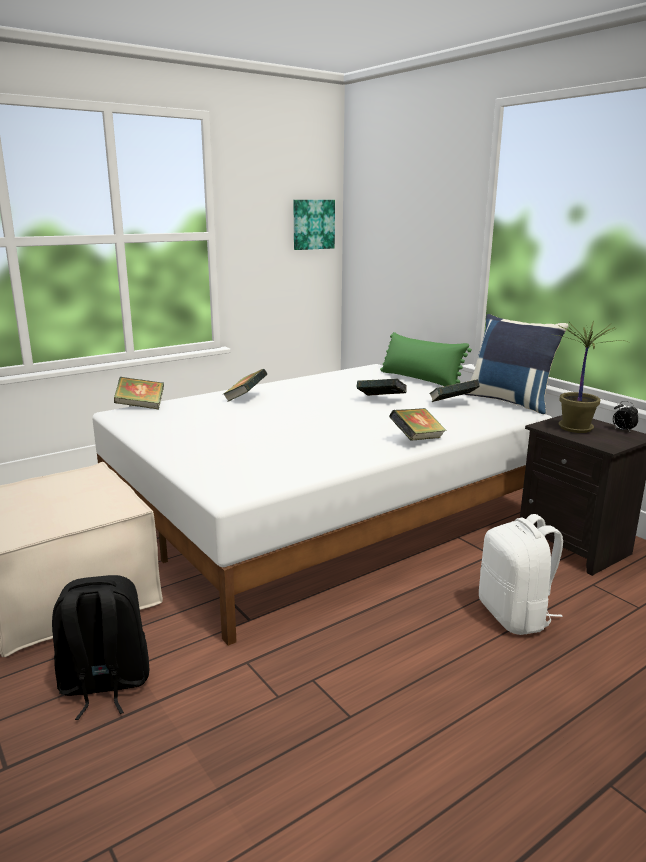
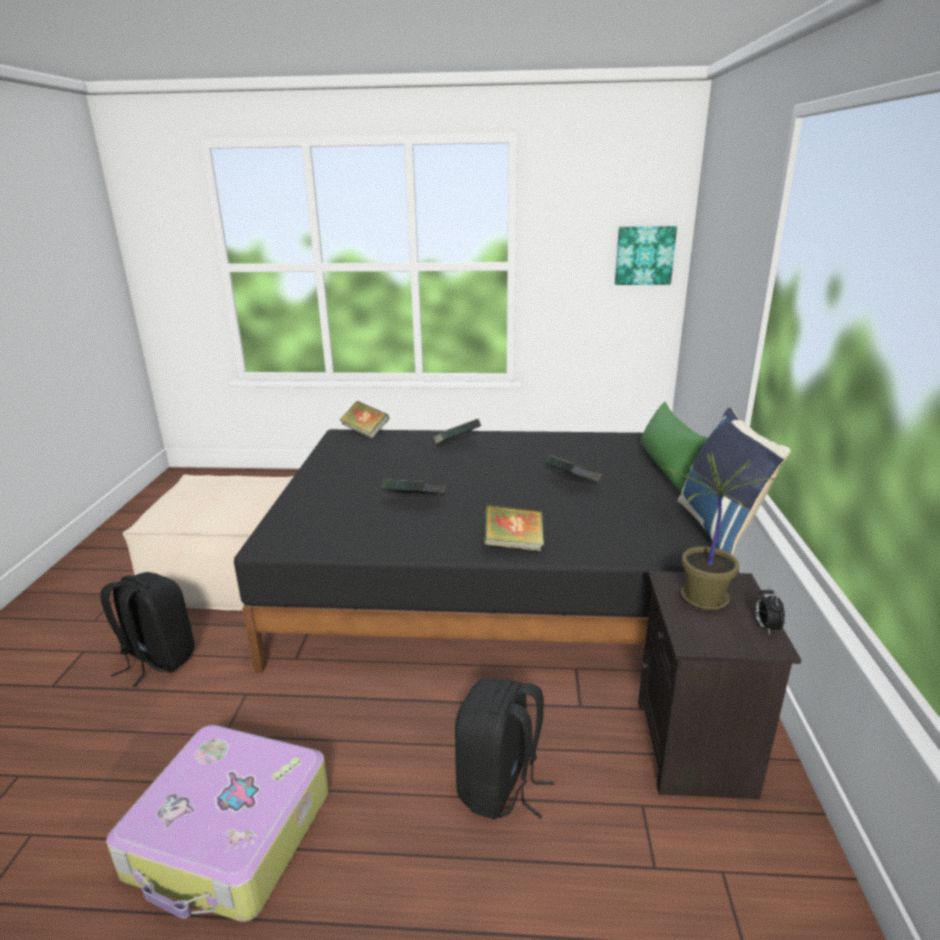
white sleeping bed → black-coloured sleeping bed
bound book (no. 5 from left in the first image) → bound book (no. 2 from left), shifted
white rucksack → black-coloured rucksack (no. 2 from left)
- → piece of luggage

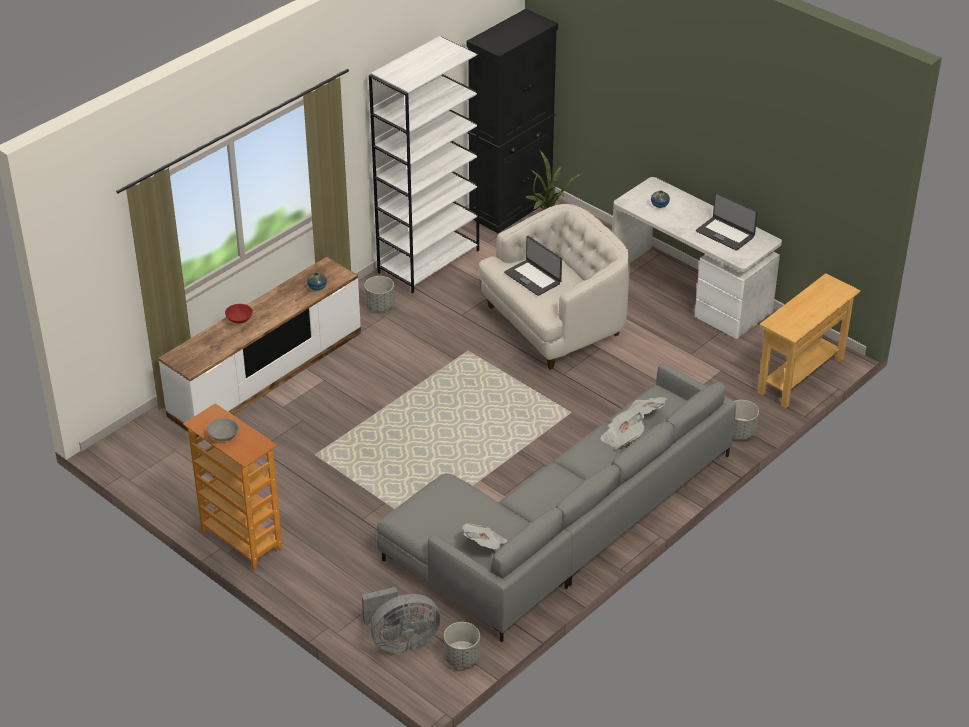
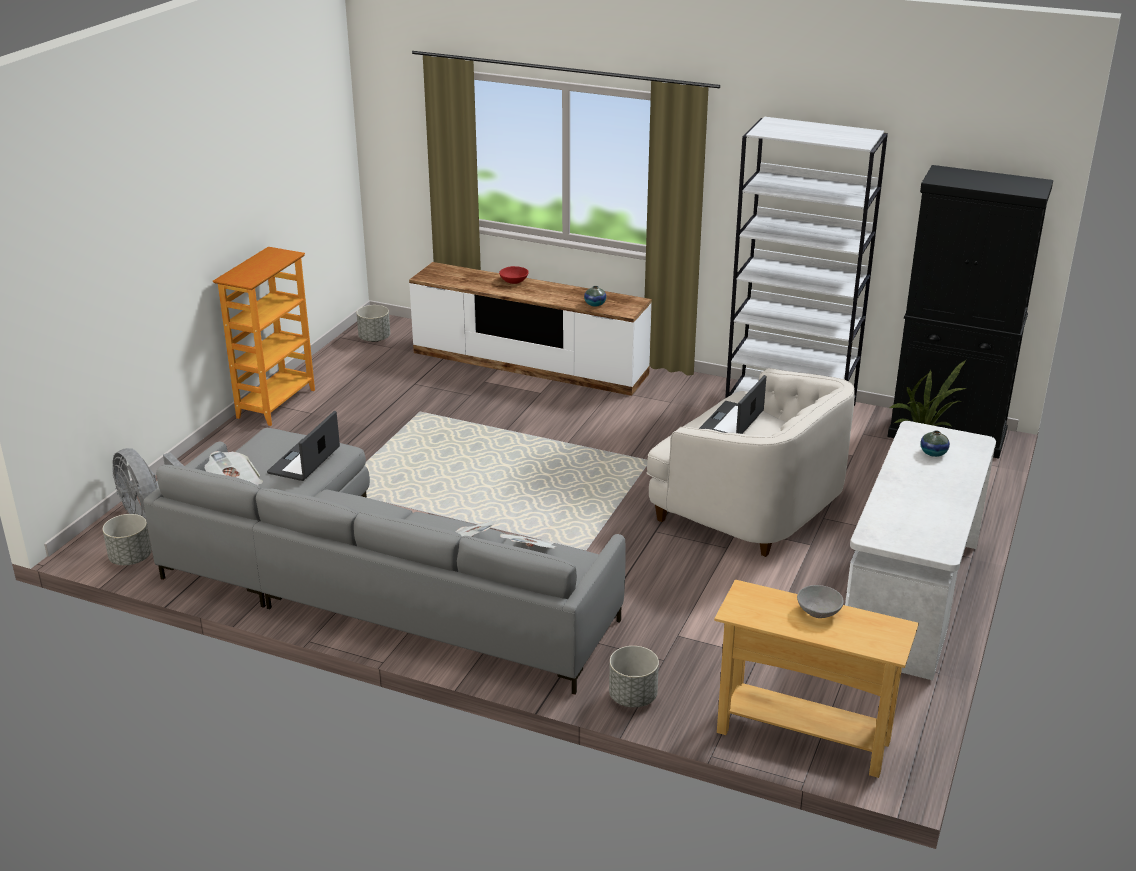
grey bowl, shifted
grey plant pot (no. 1 from left in the first image) → grey plant pot (no. 2 from left), shifted
portable computer (no. 2 from left in the first image) → portable computer (no. 1 from left), shifted

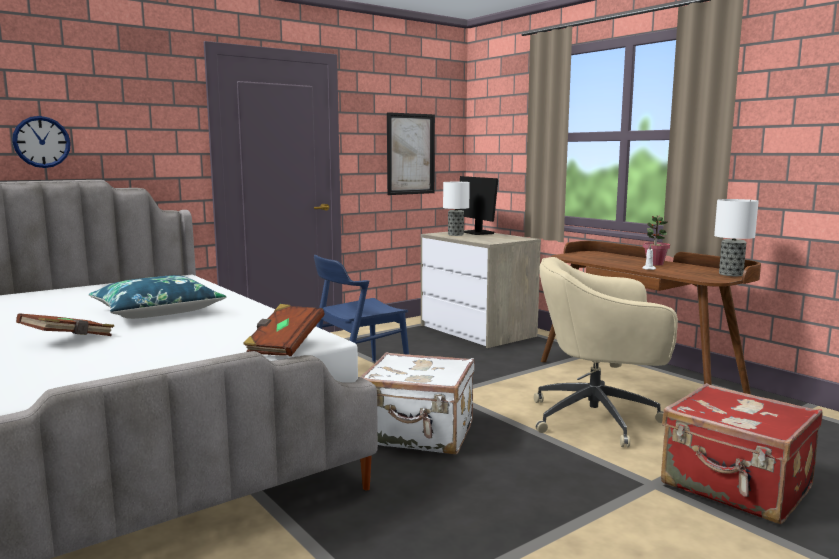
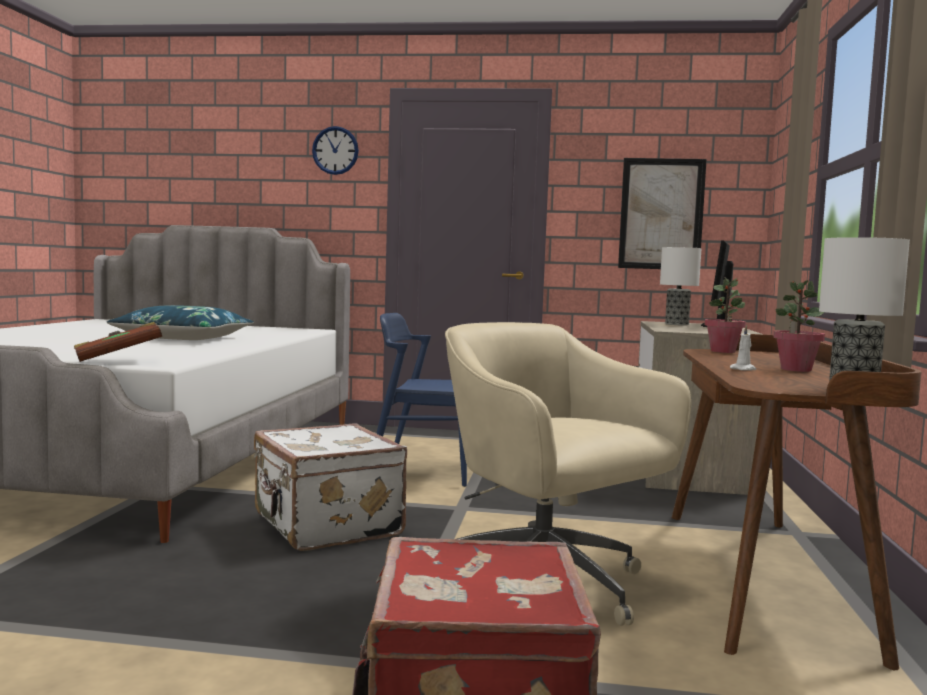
hanging clock, shifted
brown bound book (no. 1 from left) → -
- → plant in a pot (no. 1 from left)

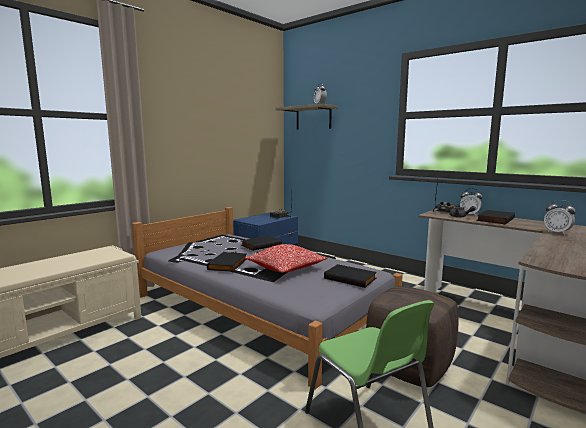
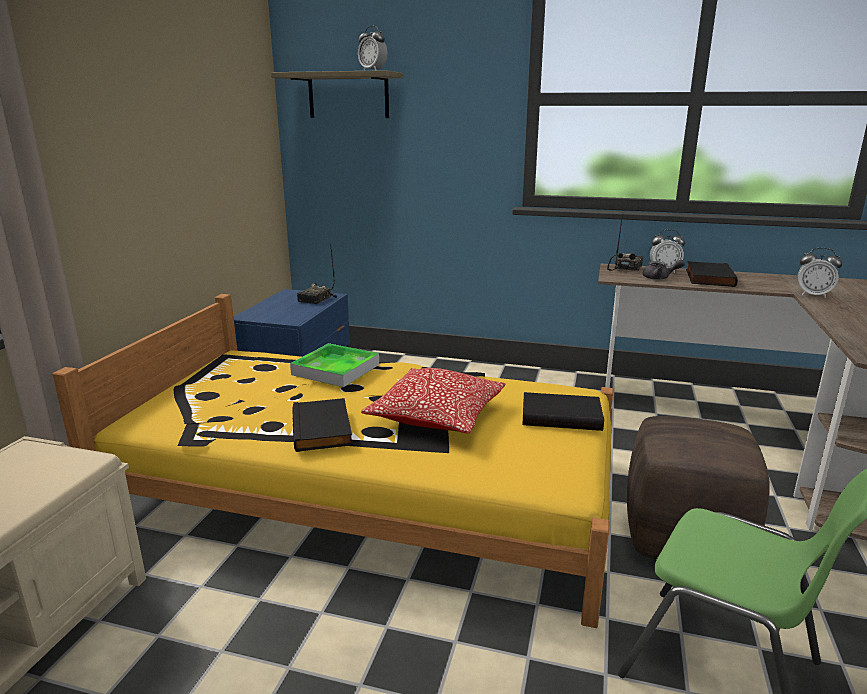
grey sleeping bed → yellowish sleeping bed
black-coloured bound book (no. 2 from left) → carrying tray

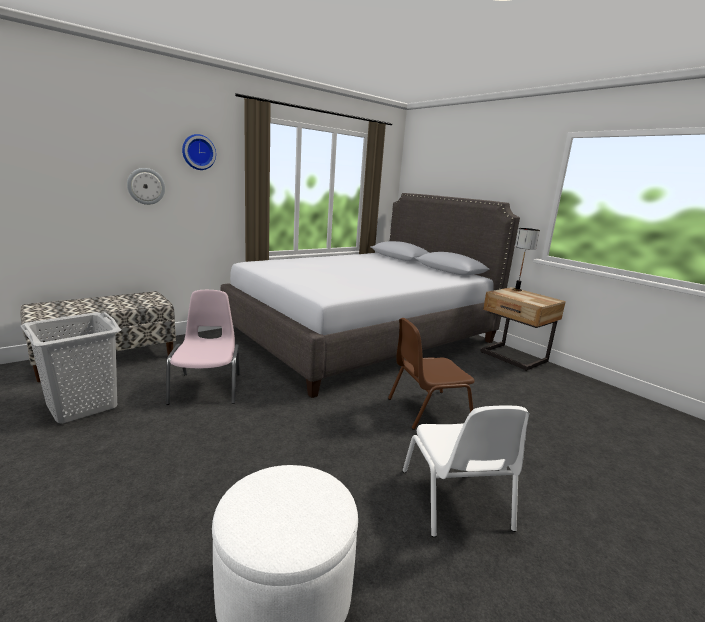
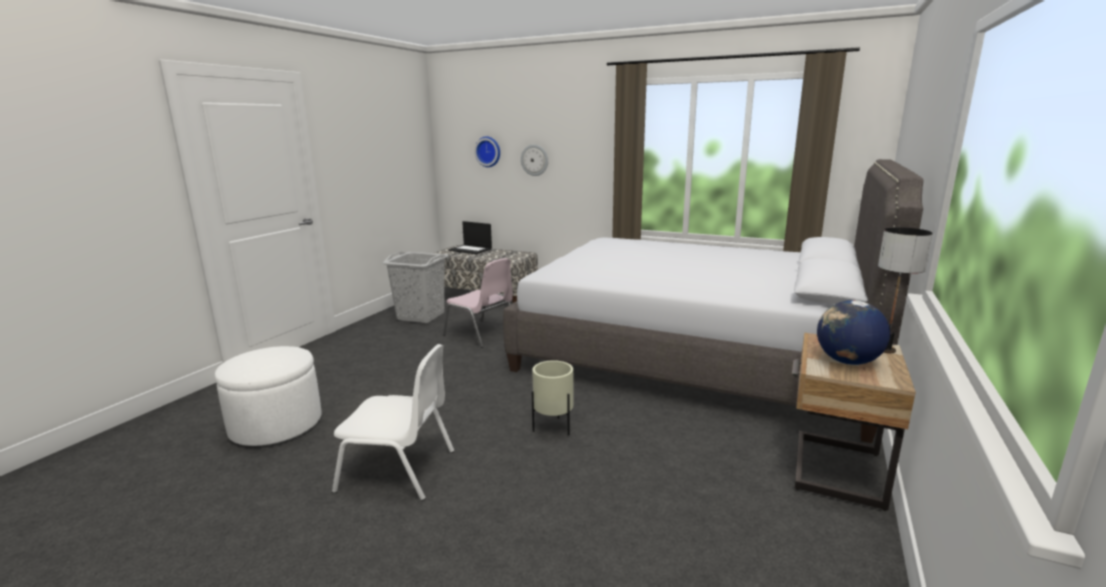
pink-coloured upright chair, 75 degrees clockwise
hanging clock (no. 2 from left in the first image) → hanging clock (no. 1 from left), shifted
brown upright chair → sand-coloured plant pot
white upright chair, 135 degrees counterclockwise
- → portable computer
- → desk globe

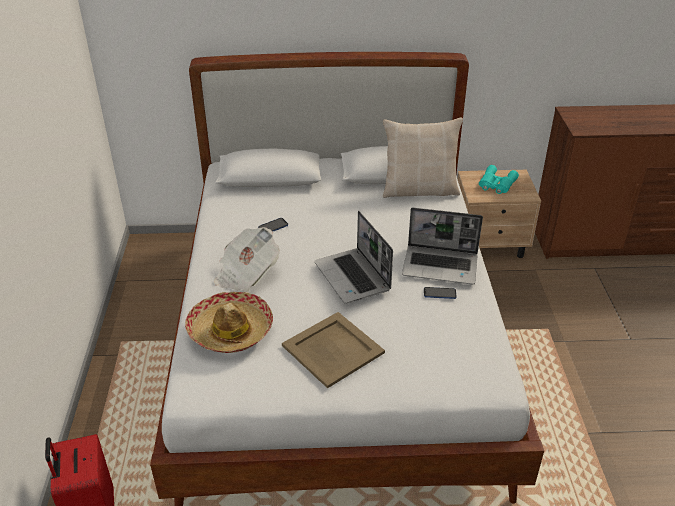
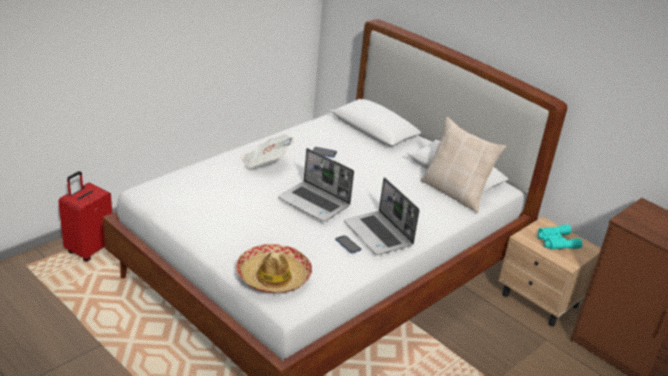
clothing hat, shifted
sand-coloured carrying tray → -
portable computer (no. 1 from left), 75 degrees counterclockwise

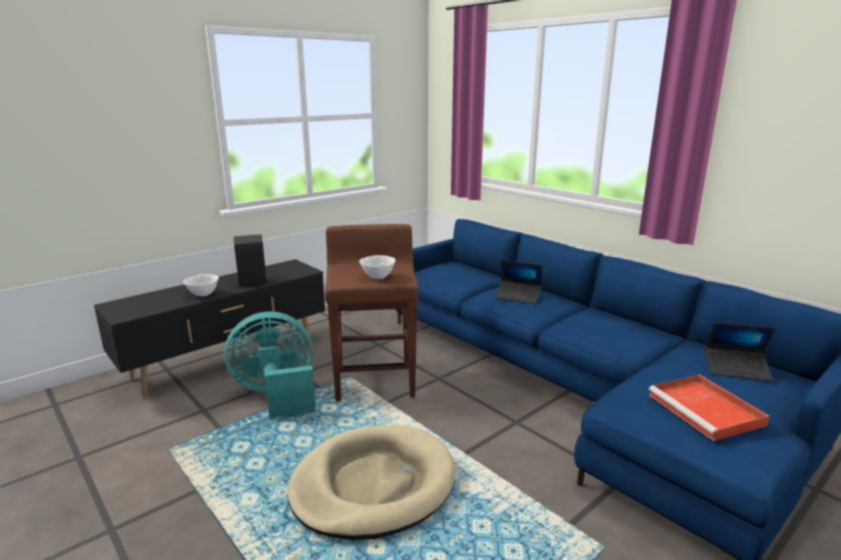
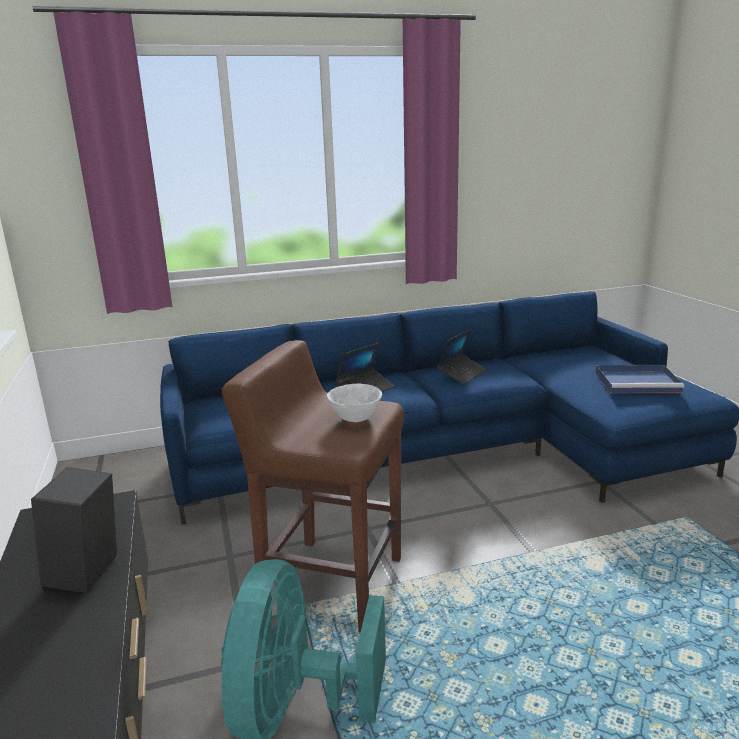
white bowl (no. 1 from left) → -
sand-coloured pet bed → -
reddish carrying tray → bluish carrying tray
portable computer (no. 2 from left), shifted

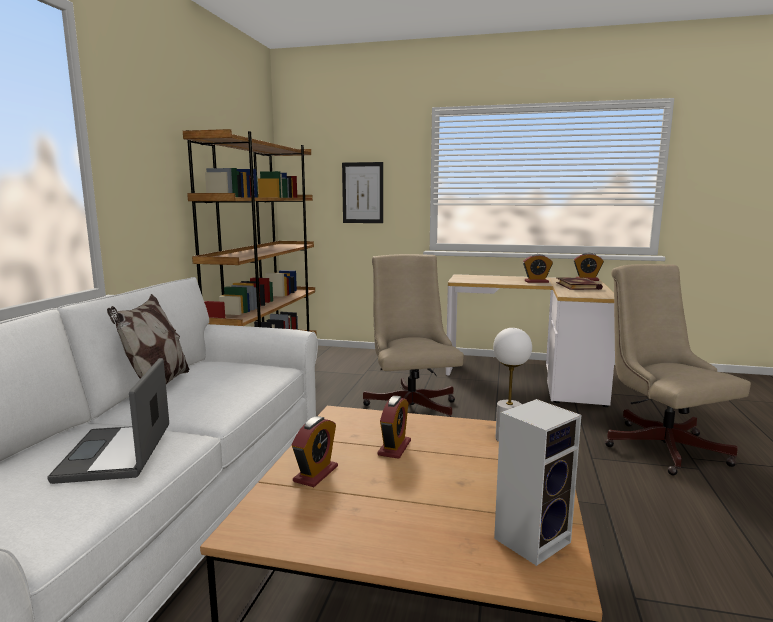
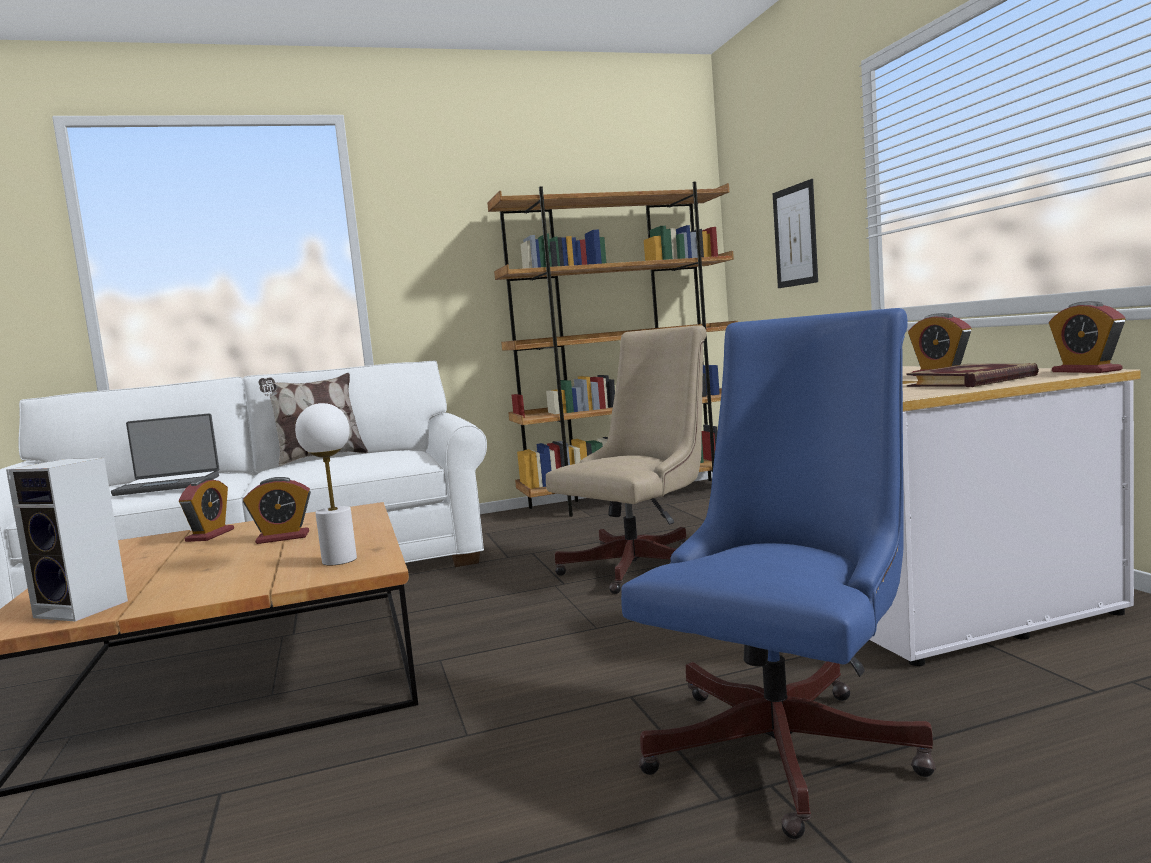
portable computer, 150 degrees counterclockwise
alarm clock (no. 1 from left), 75 degrees counterclockwise
sand-coloured office chair (no. 2 from left) → bluish office chair

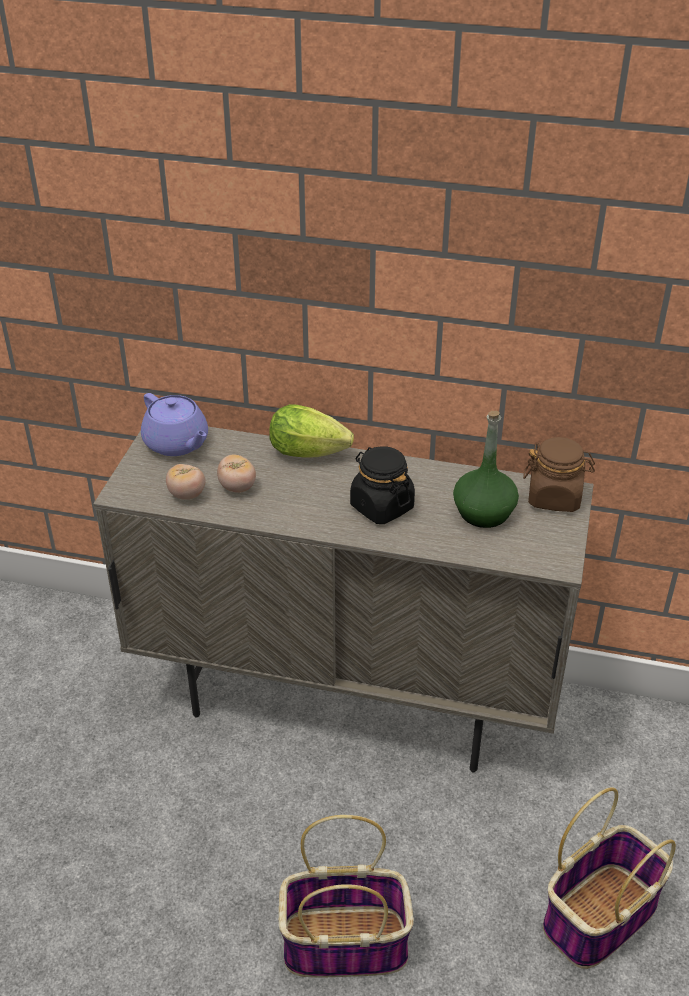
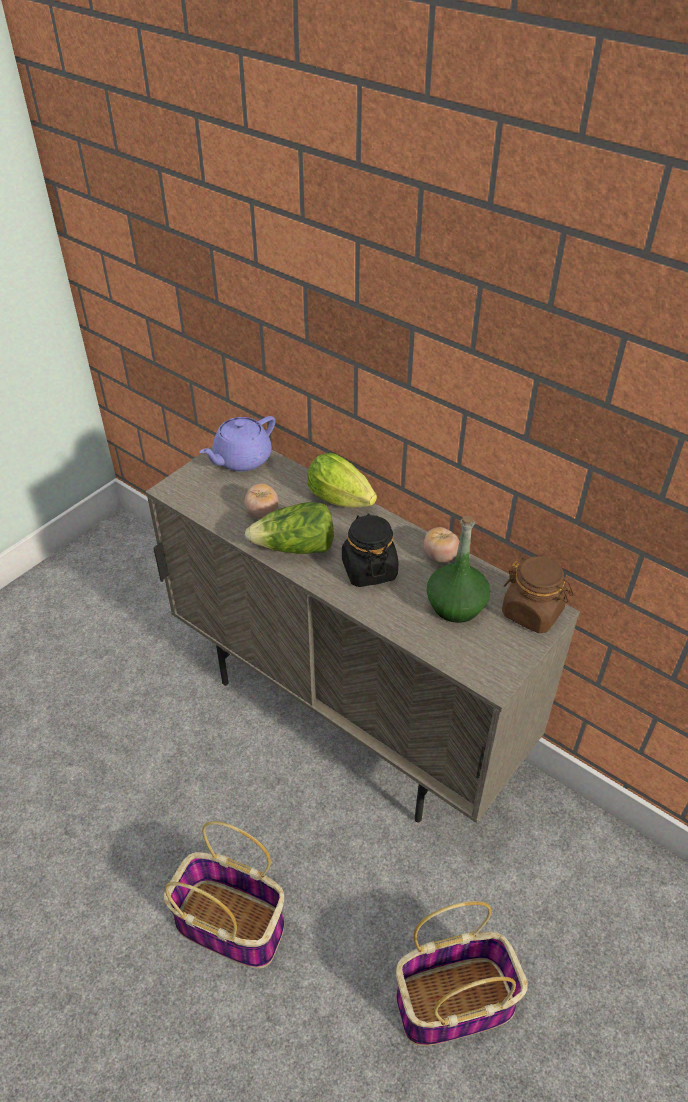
purple-coloured pot for tea, 60 degrees clockwise
tomato (no. 1 from left in the first image) → tomato (no. 2 from left), shifted
- → head of lettuce (no. 1 from left)

